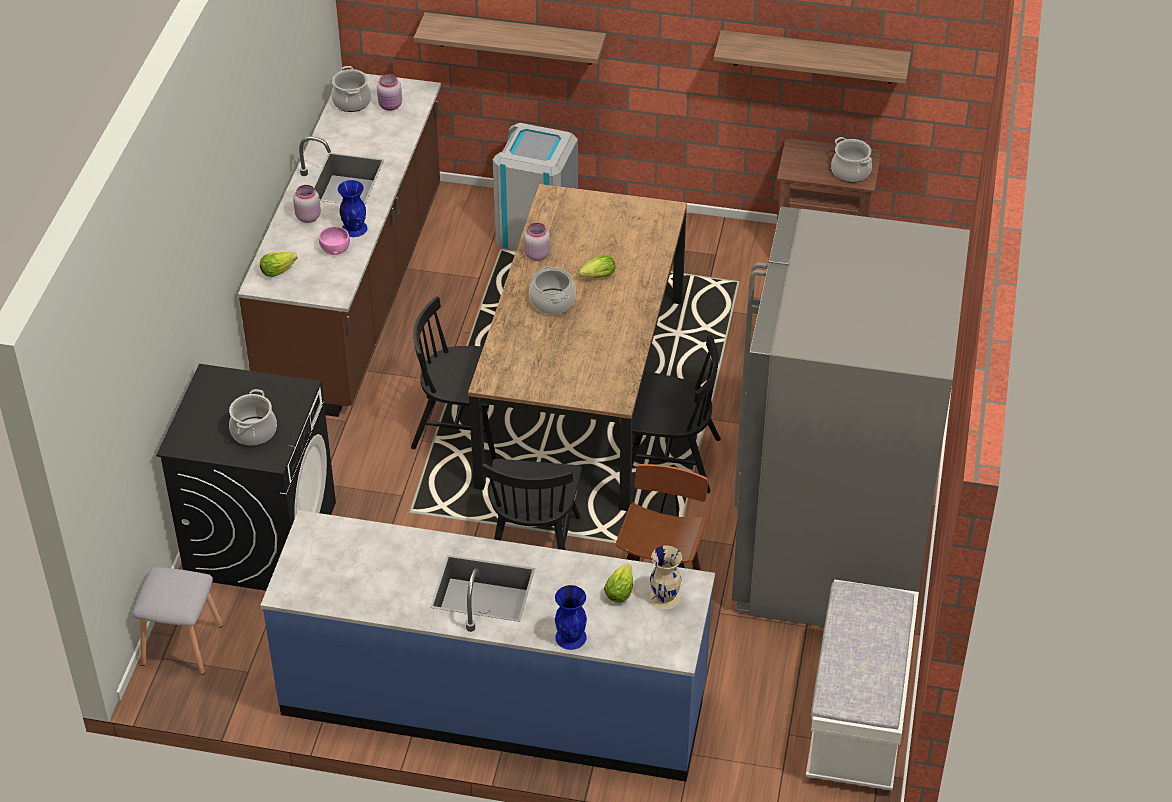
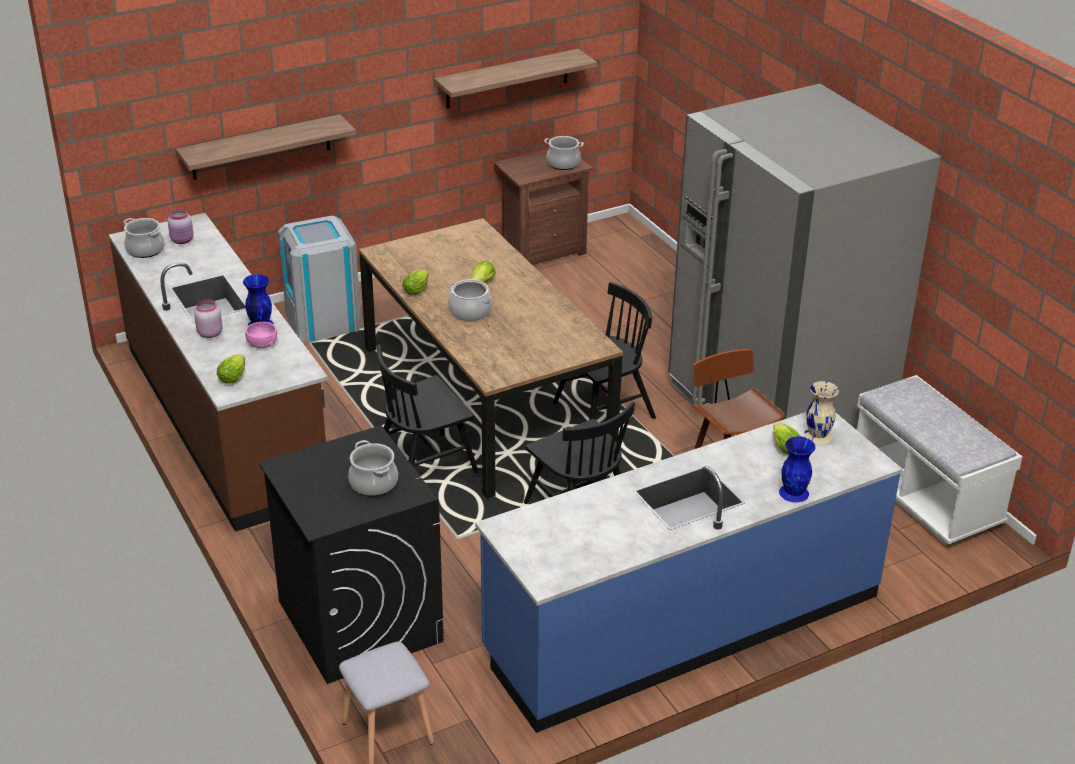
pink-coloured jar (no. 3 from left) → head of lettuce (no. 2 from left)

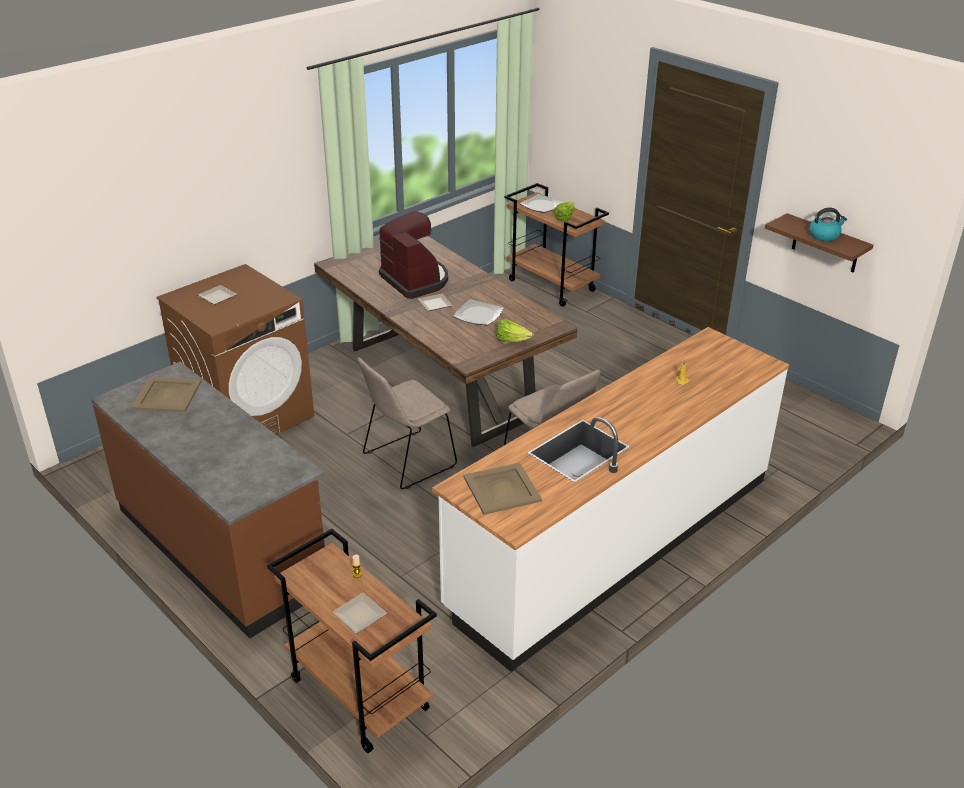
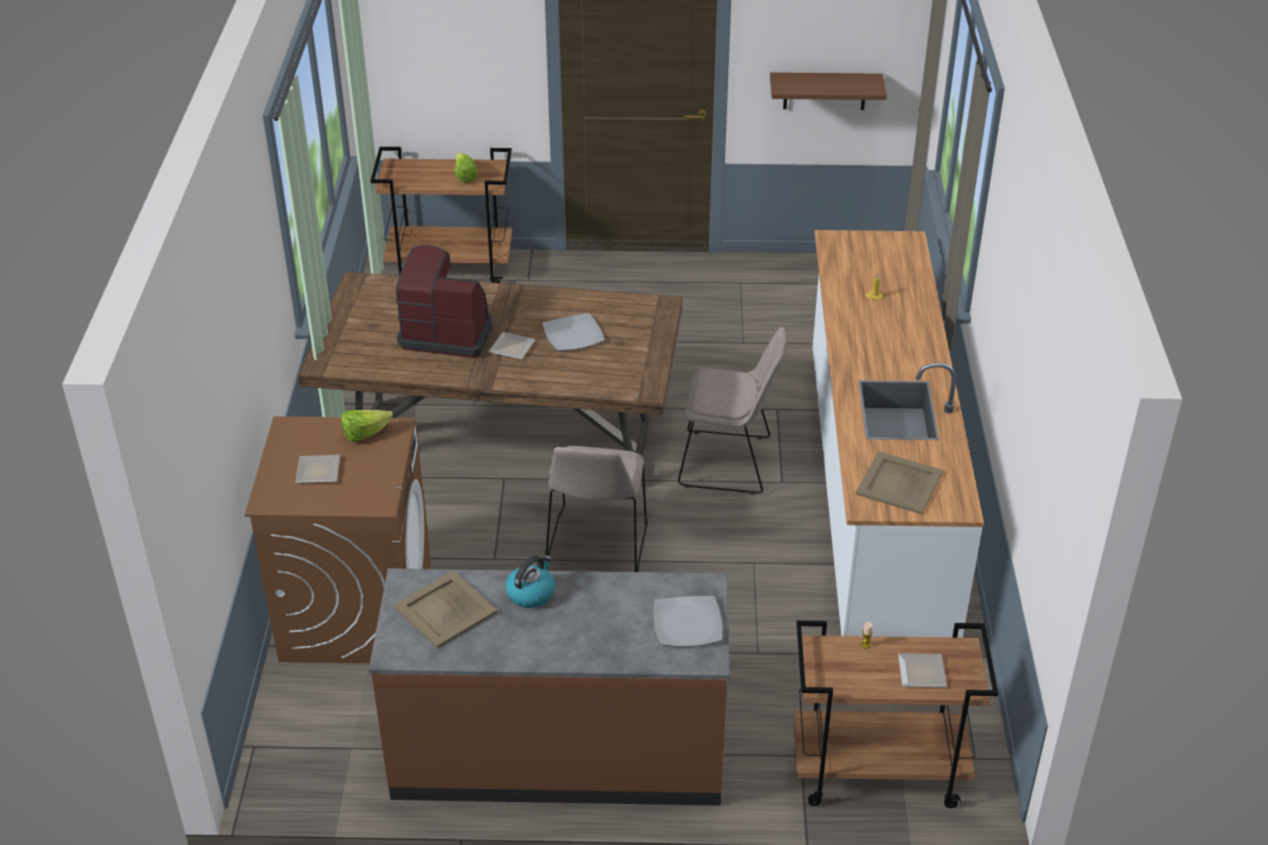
head of lettuce (no. 1 from left), shifted
dinner plate (no. 5 from left in the first image) → dinner plate (no. 4 from left), shifted
tea kettle, shifted

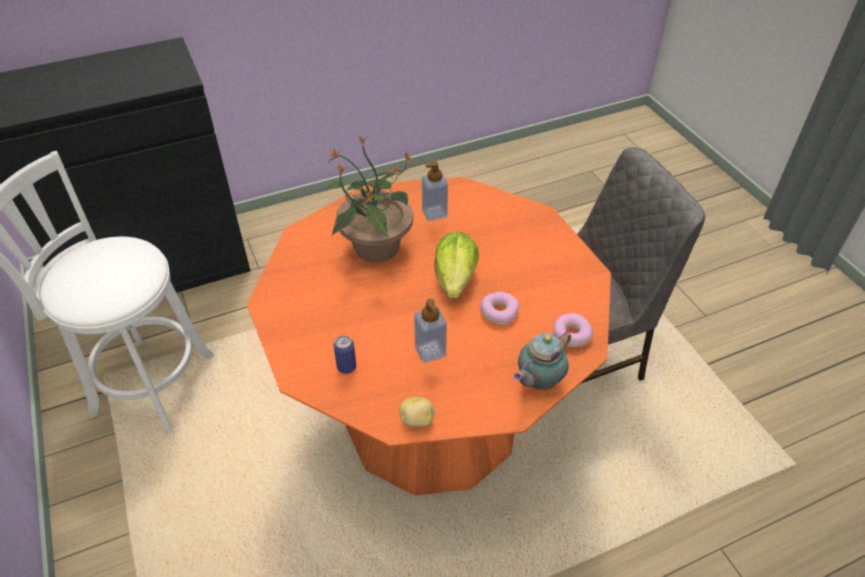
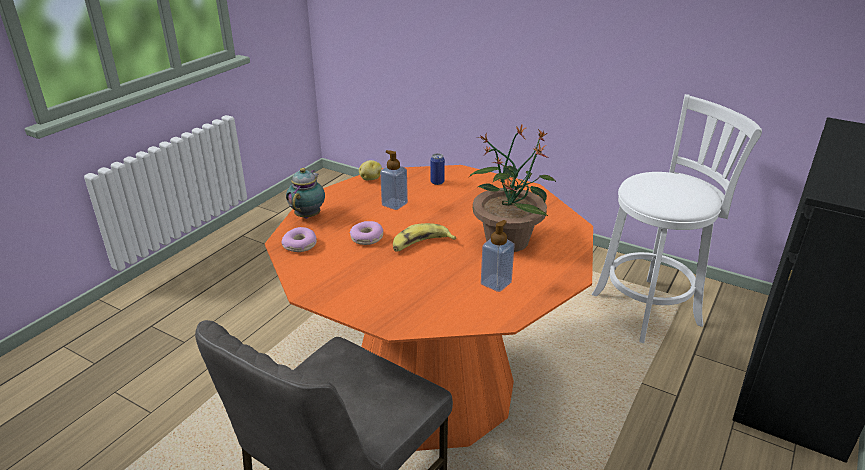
head of lettuce → whole banana

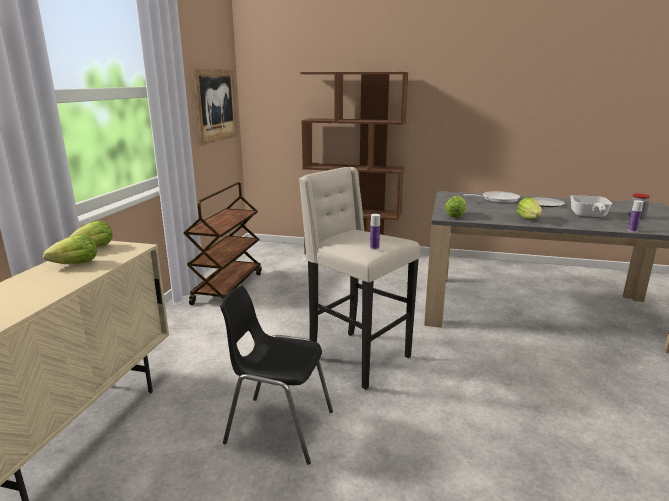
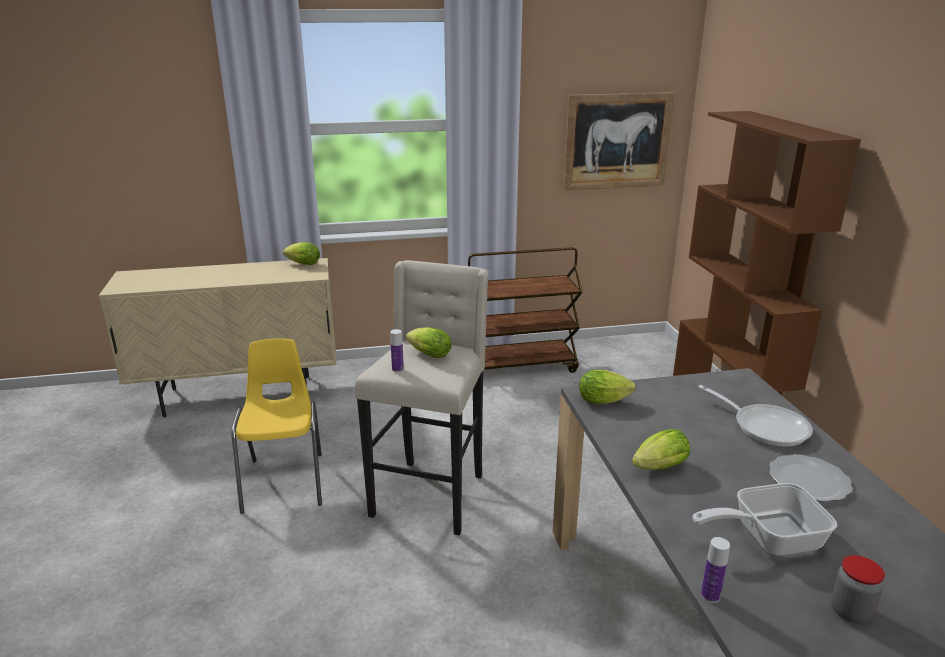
head of lettuce (no. 1 from left in the first image) → head of lettuce (no. 2 from left), shifted
black-coloured upright chair → yellowish upright chair

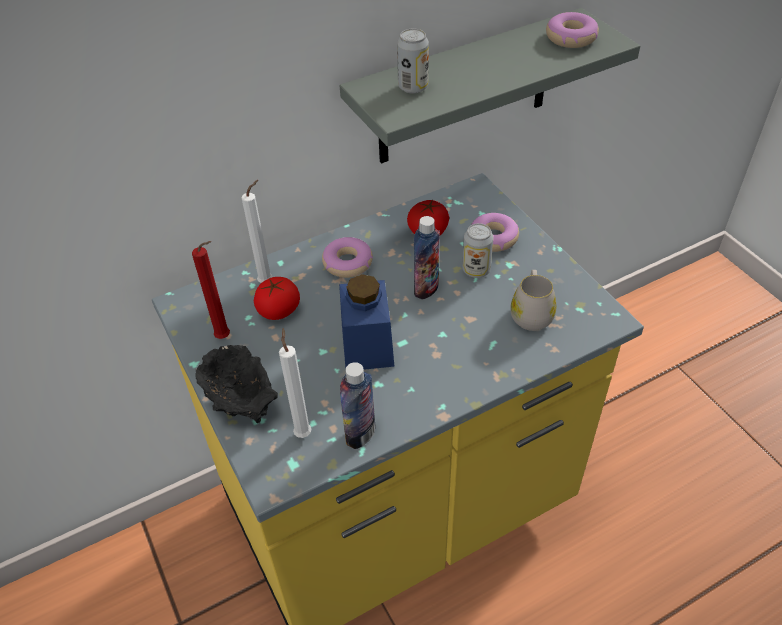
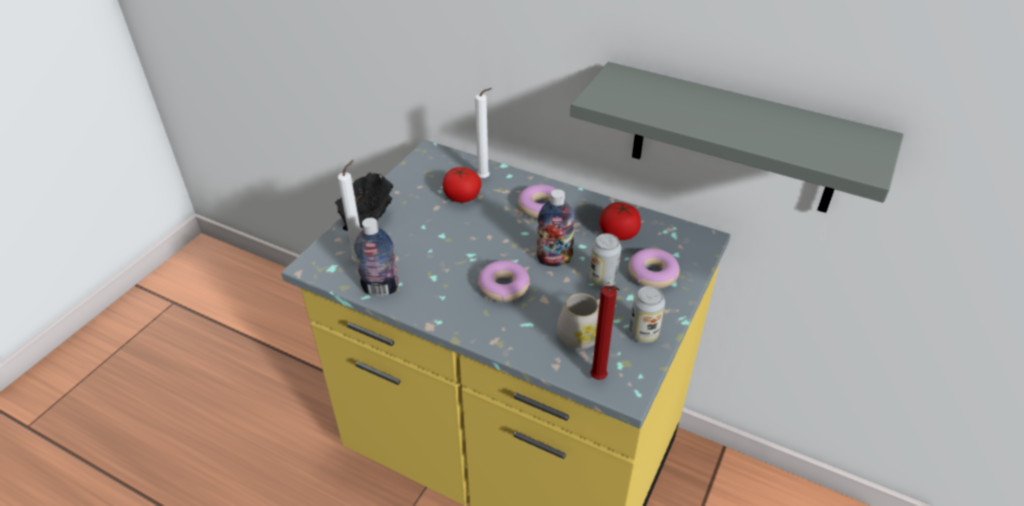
reddish wax candle, shifted
bluish jar → -
metal can (no. 1 from left in the first image) → metal can (no. 2 from left), shifted
donut (no. 3 from left in the first image) → donut (no. 1 from left), shifted

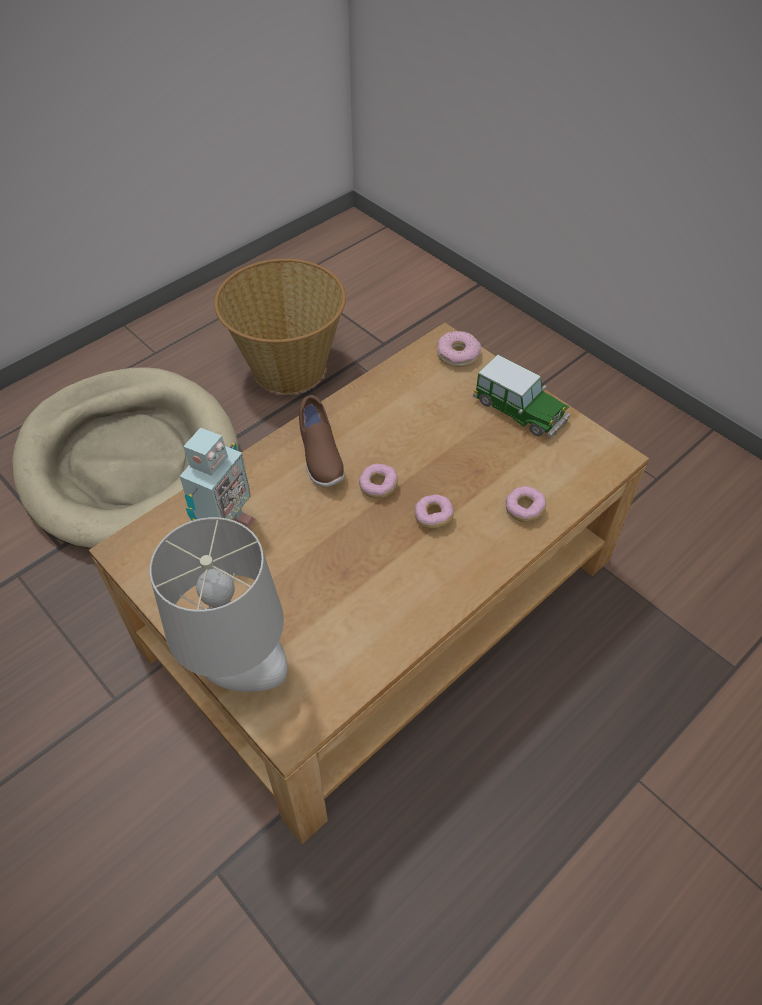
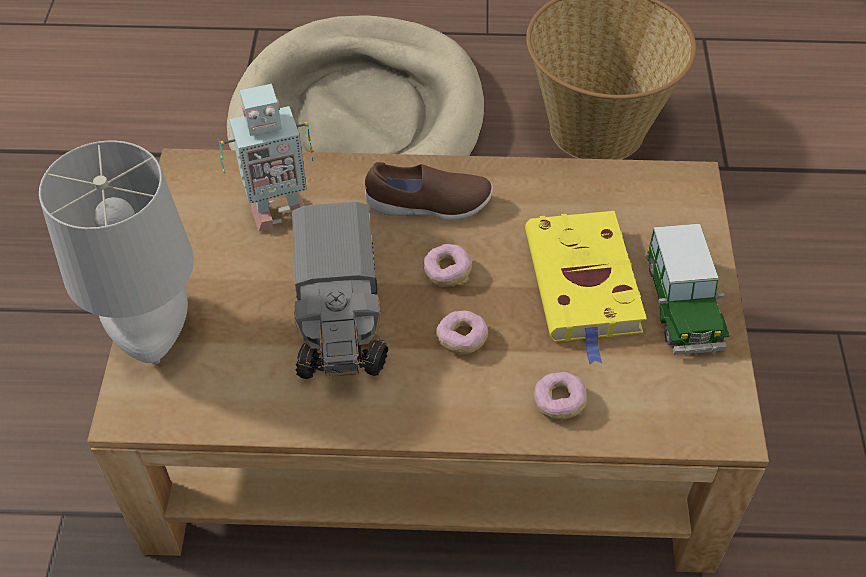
brown shoe, 120 degrees counterclockwise
donut (no. 3 from left) → -
- → model truck
- → yellowish bound book

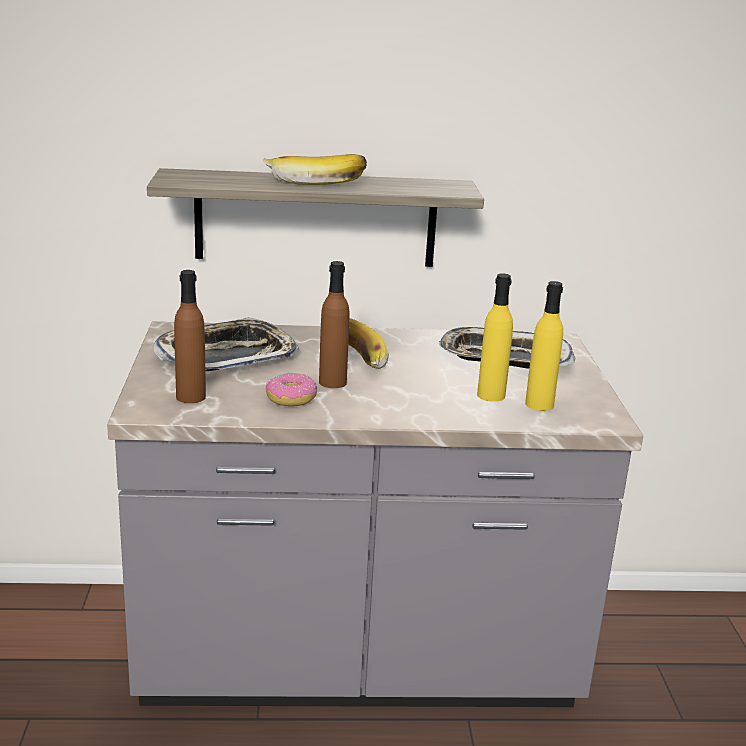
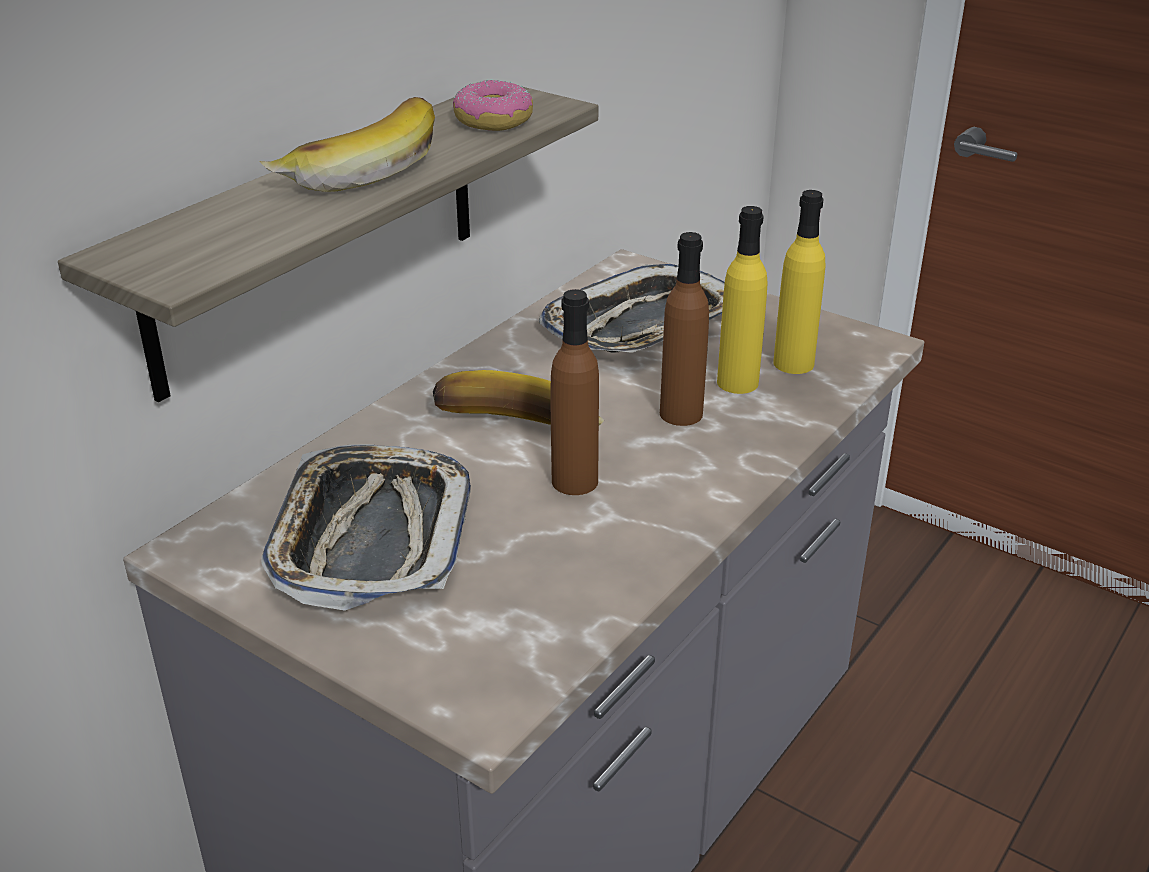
brown beverage bottle (no. 1 from left in the first image) → brown beverage bottle (no. 2 from left), shifted
donut, shifted

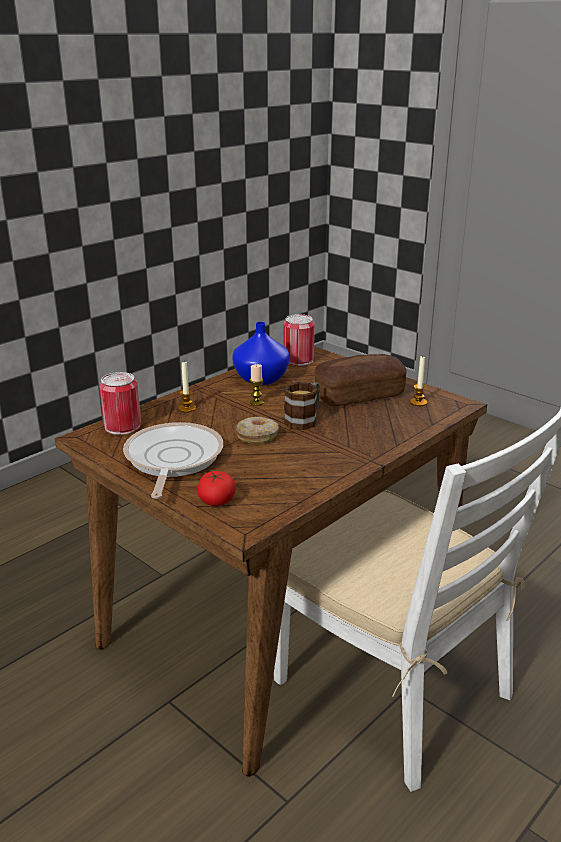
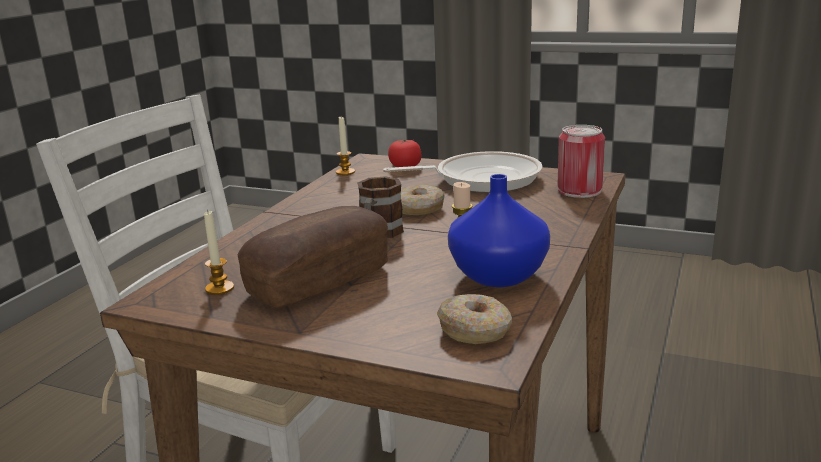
skillet, 75 degrees counterclockwise
wax candle (no. 1 from left in the first image) → wax candle (no. 2 from left), shifted
metal can (no. 2 from left) → donut (no. 2 from left)

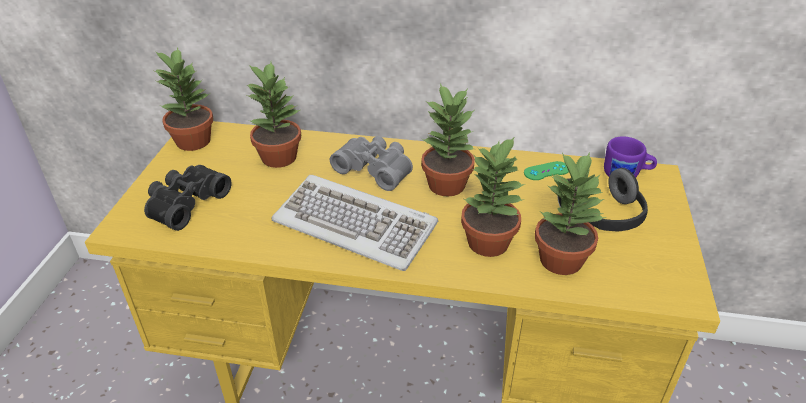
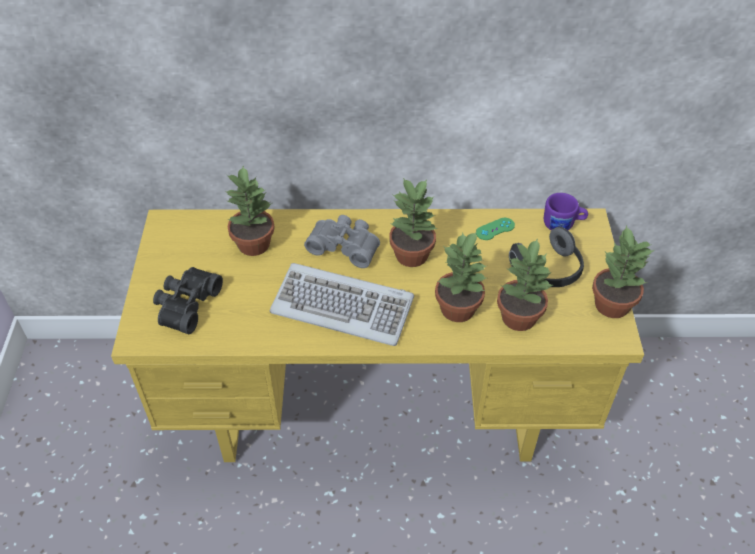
plant in a pot (no. 1 from left in the first image) → plant in a pot (no. 5 from left), shifted

